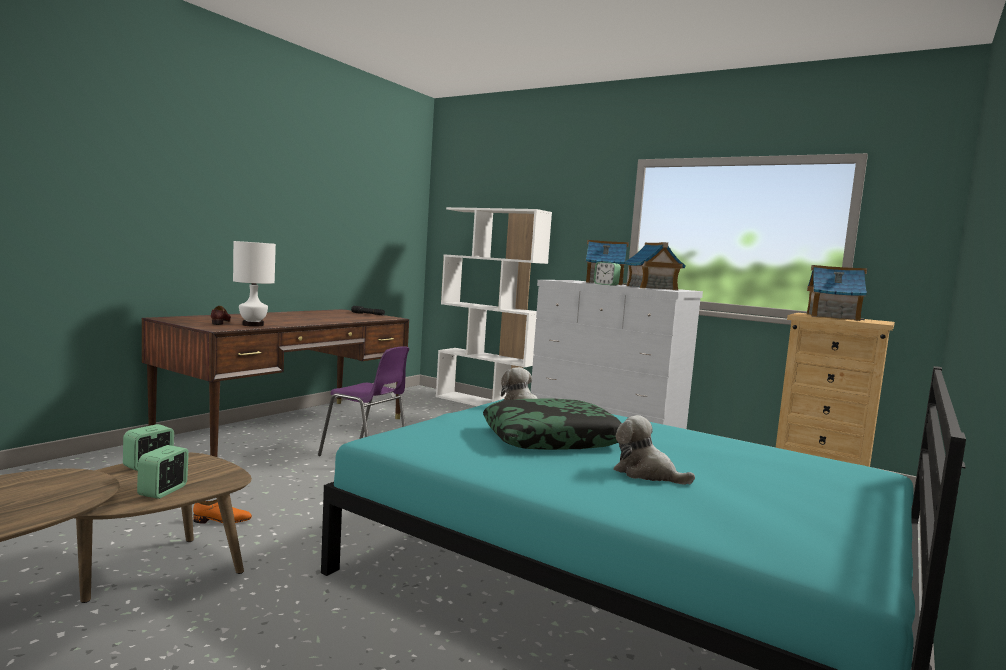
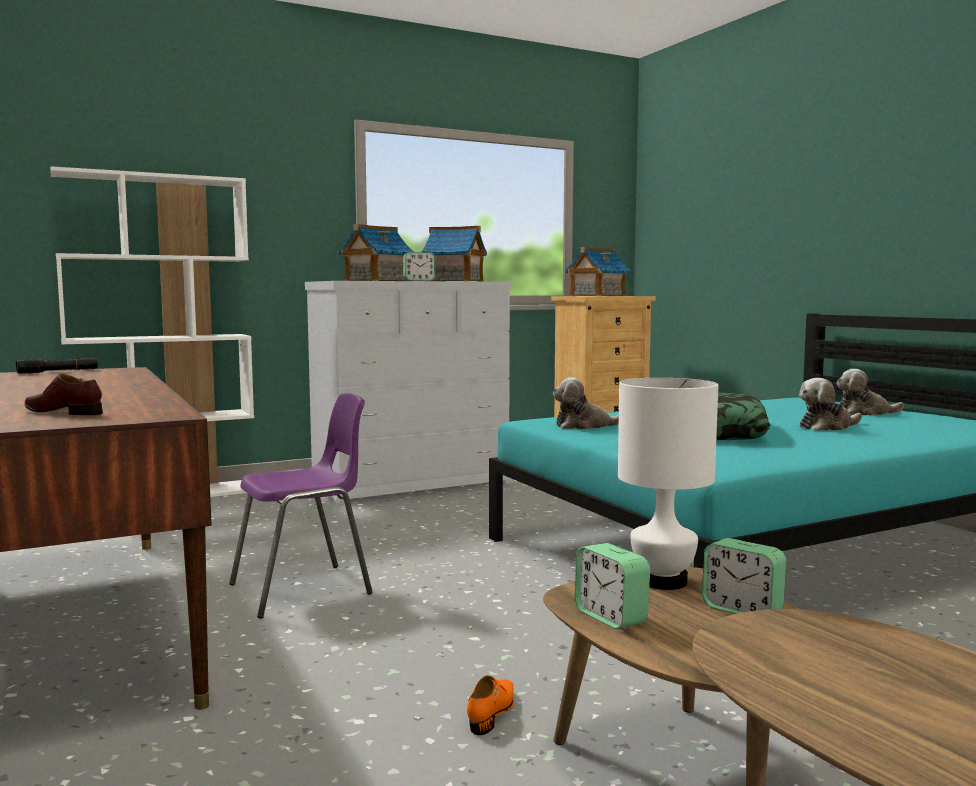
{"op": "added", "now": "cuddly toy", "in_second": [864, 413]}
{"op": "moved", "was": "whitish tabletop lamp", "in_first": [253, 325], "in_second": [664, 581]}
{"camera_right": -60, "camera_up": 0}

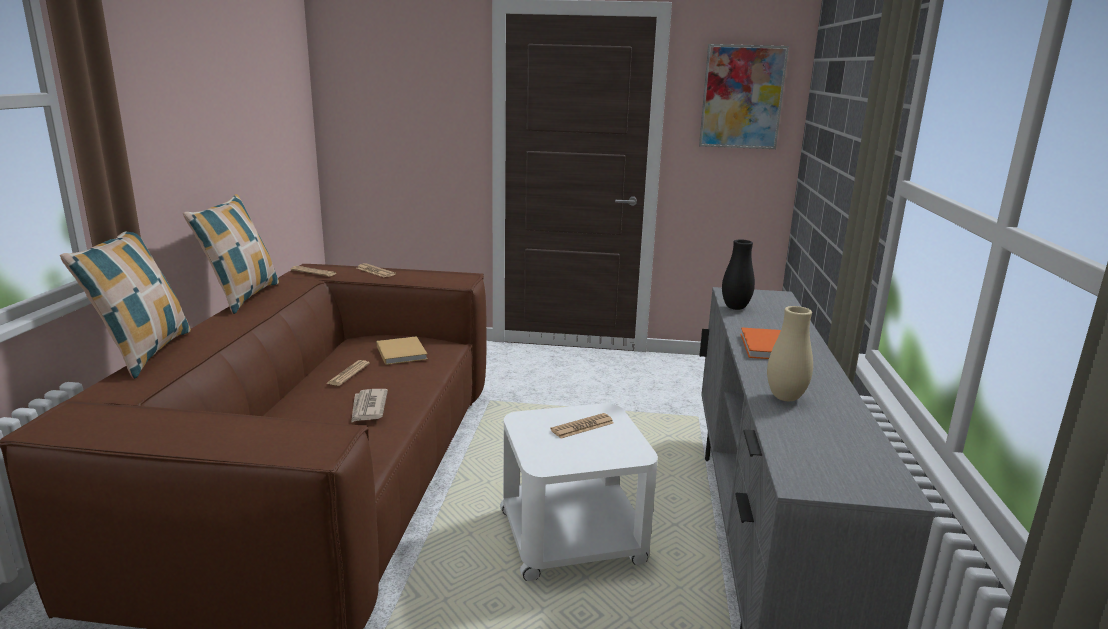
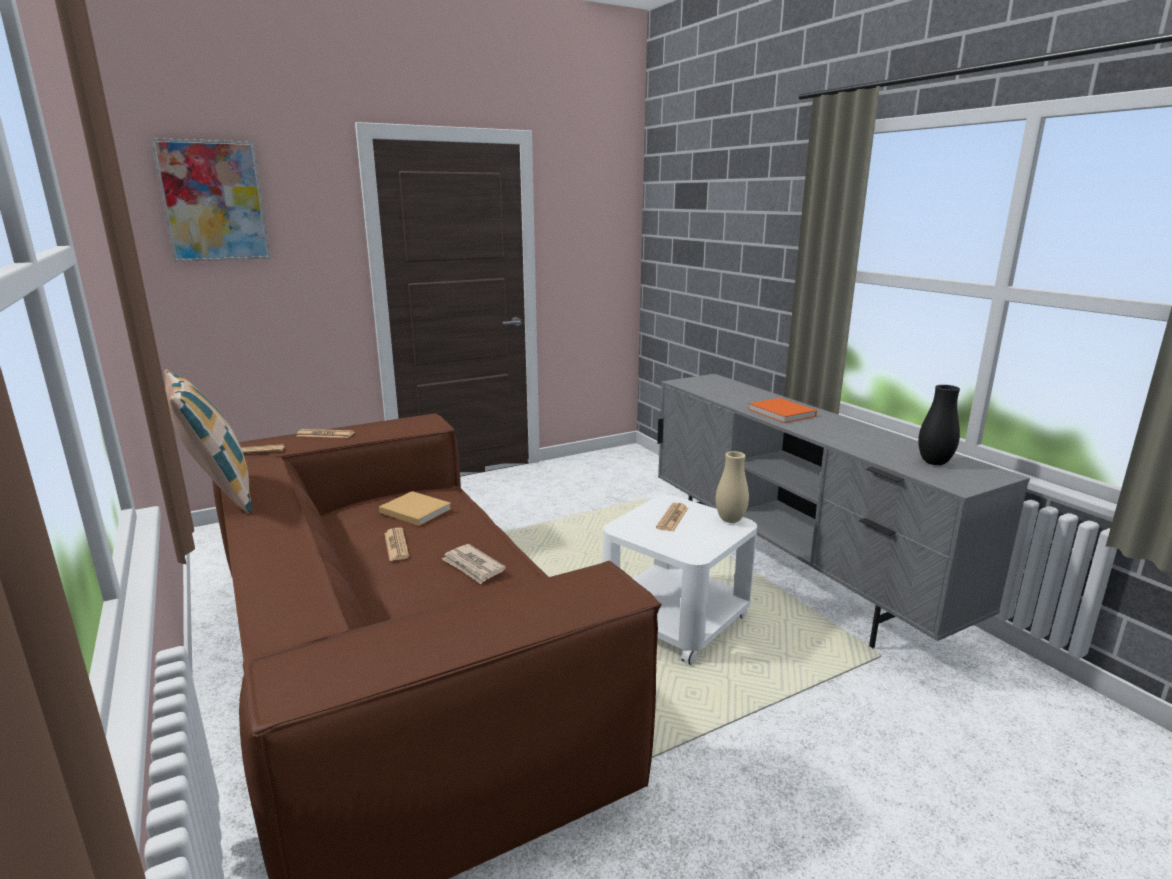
{"op": "removed", "was": "throw pillow", "in_first": [144, 353]}
{"op": "moved", "was": "wall art", "in_first": [742, 97], "in_second": [213, 201]}
{"op": "moved", "was": "blackish flower vase", "in_first": [735, 308], "in_second": [934, 463]}
{"op": "moved", "was": "beige-coloured flower vase", "in_first": [785, 397], "in_second": [730, 520]}
{"camera_right": -35, "camera_up": 0}

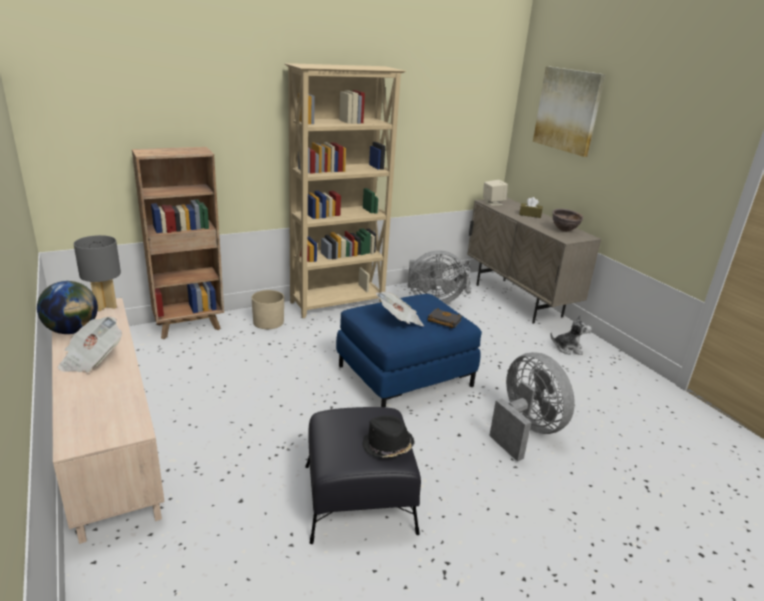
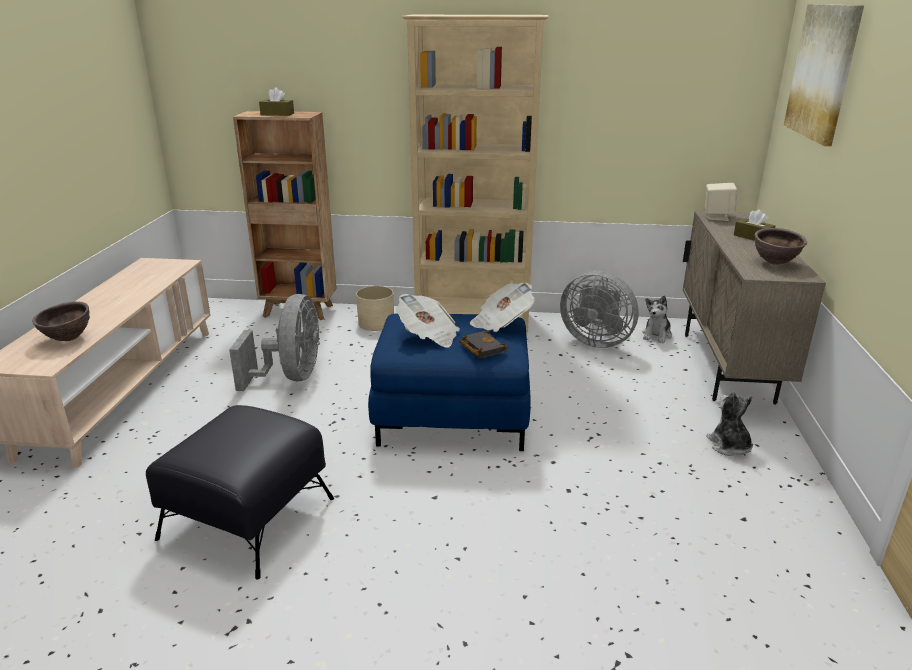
{"op": "removed", "was": "desk globe", "in_first": [72, 330]}
{"op": "removed", "was": "gray tabletop lamp", "in_first": [105, 306]}
{"op": "removed", "was": "blackish wearable hat", "in_first": [387, 446]}
{"op": "added", "now": "brown-coloured deep dish", "in_second": [68, 339]}
{"op": "added", "now": "brown-coloured tissue holder", "in_second": [277, 114]}
{"op": "moved", "was": "newspaper", "in_first": [91, 359], "in_second": [501, 322]}
{"op": "moved", "was": "gray electric fan", "in_first": [525, 430], "in_second": [291, 377]}
{"op": "turned", "was": "cuddly toy", "in_first": [568, 349], "in_second": [729, 446], "clockwise": -150}
{"camera_right": 35, "camera_up": 0}

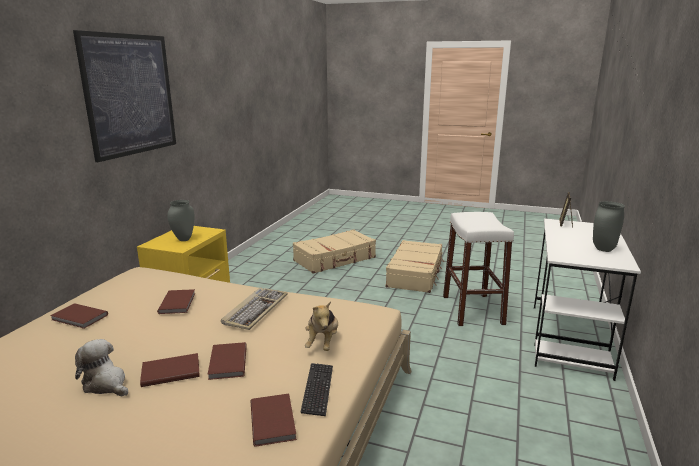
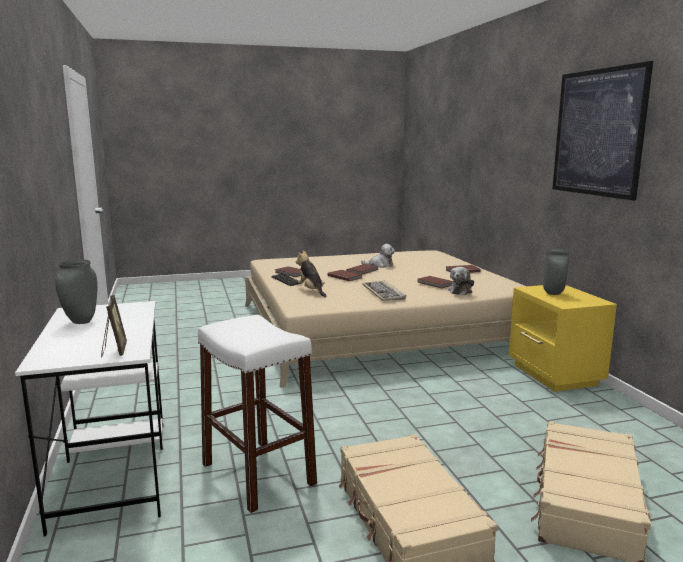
{"op": "added", "now": "cuddly toy", "in_second": [461, 291]}
{"camera_right": 145, "camera_up": -5}

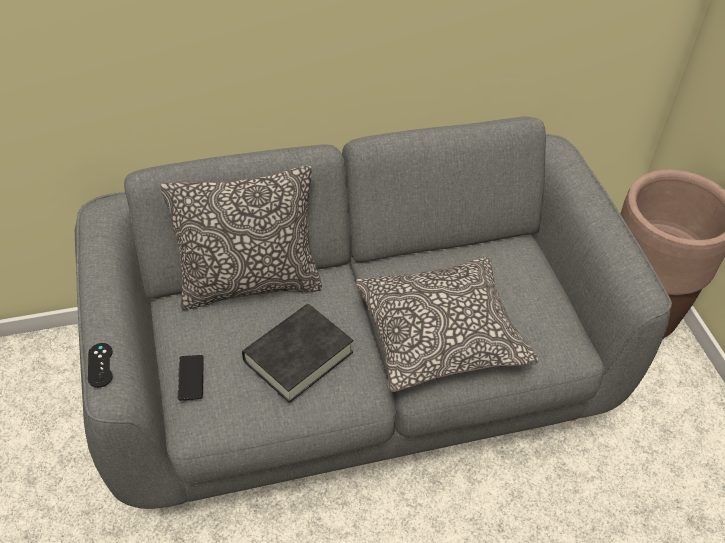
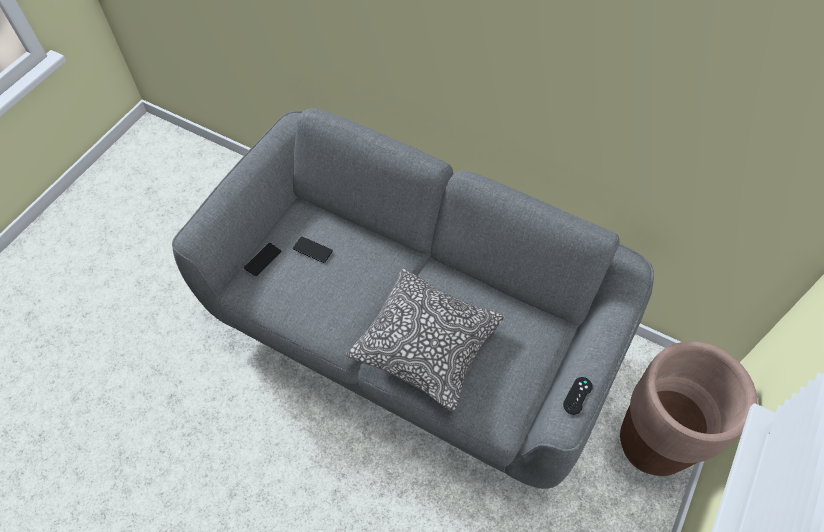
{"op": "removed", "was": "throw pillow", "in_first": [250, 284]}
{"op": "removed", "was": "blackish bound book", "in_first": [298, 357]}
{"op": "added", "now": "telephone", "in_second": [312, 250]}
{"op": "moved", "was": "blackish joypad", "in_first": [100, 365], "in_second": [577, 395]}
{"camera_right": 45, "camera_up": 10}

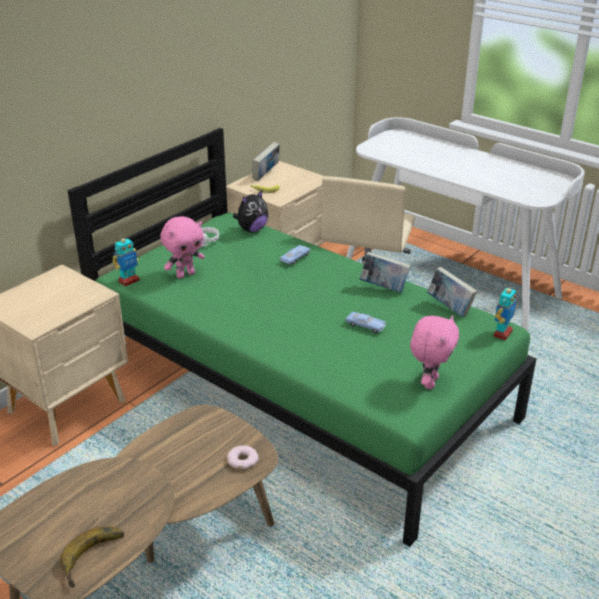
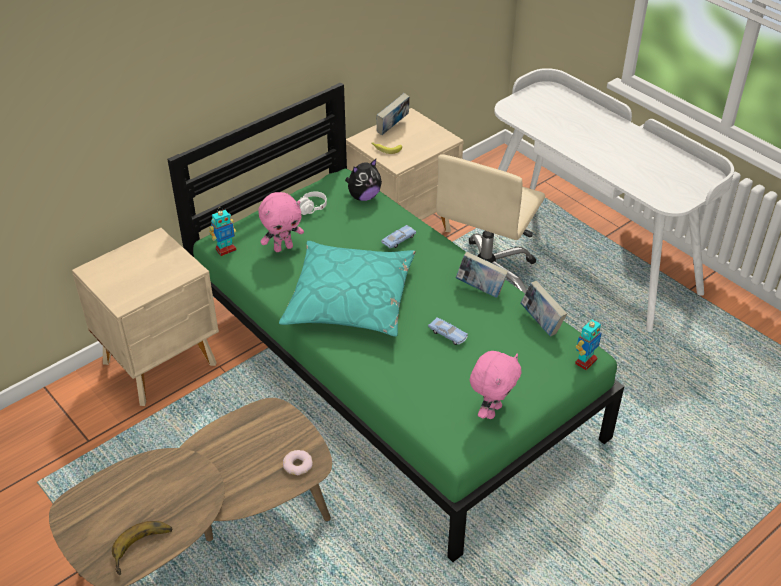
{"op": "added", "now": "blue-green throw pillow", "in_second": [350, 299]}
{"camera_right": 10, "camera_up": 10}

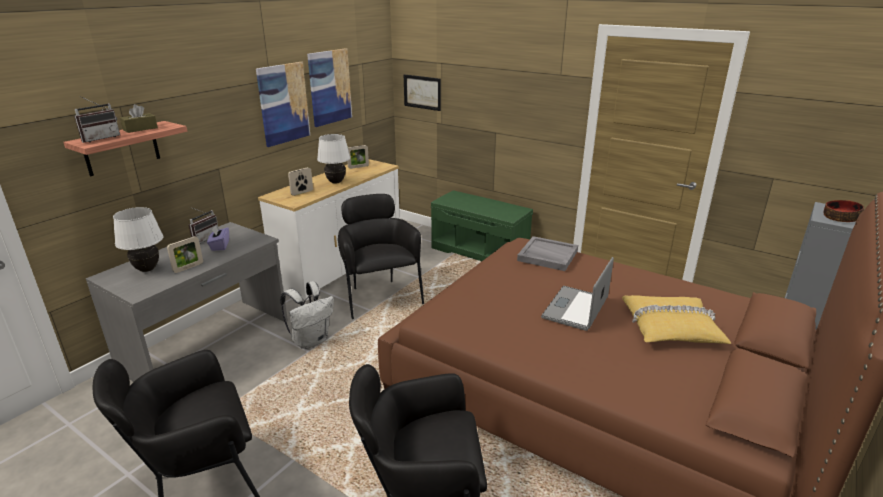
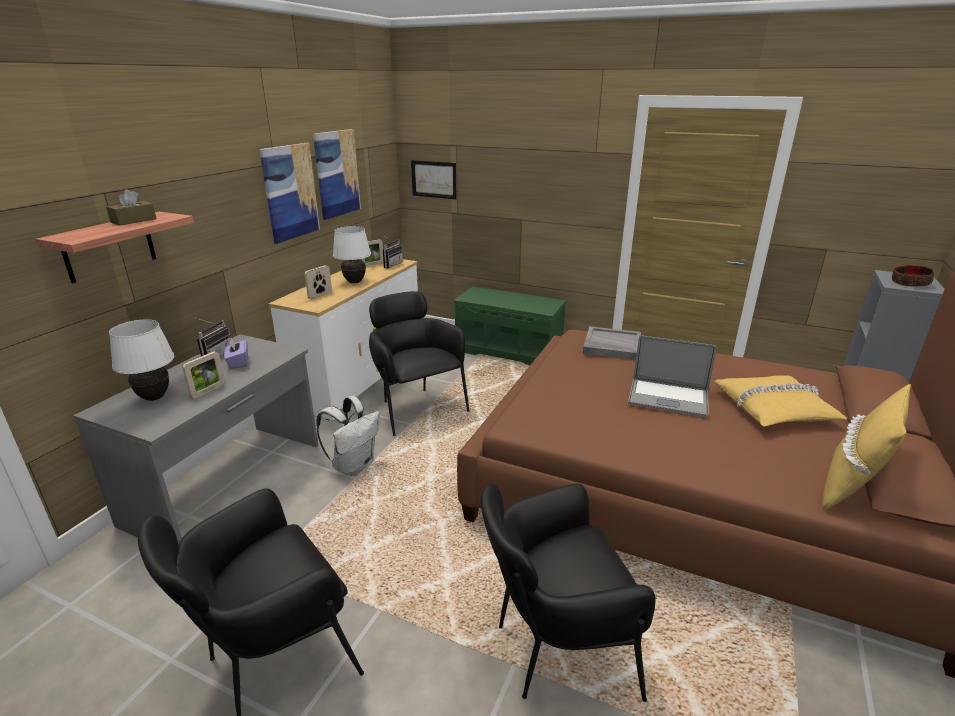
{"op": "added", "now": "yellowish throw pillow", "in_second": [851, 488]}
{"op": "moved", "was": "radio receiver", "in_first": [100, 138], "in_second": [391, 265]}
{"op": "turned", "was": "laptop", "in_first": [575, 308], "in_second": [668, 398], "clockwise": -90}
{"camera_right": -10, "camera_up": 0}

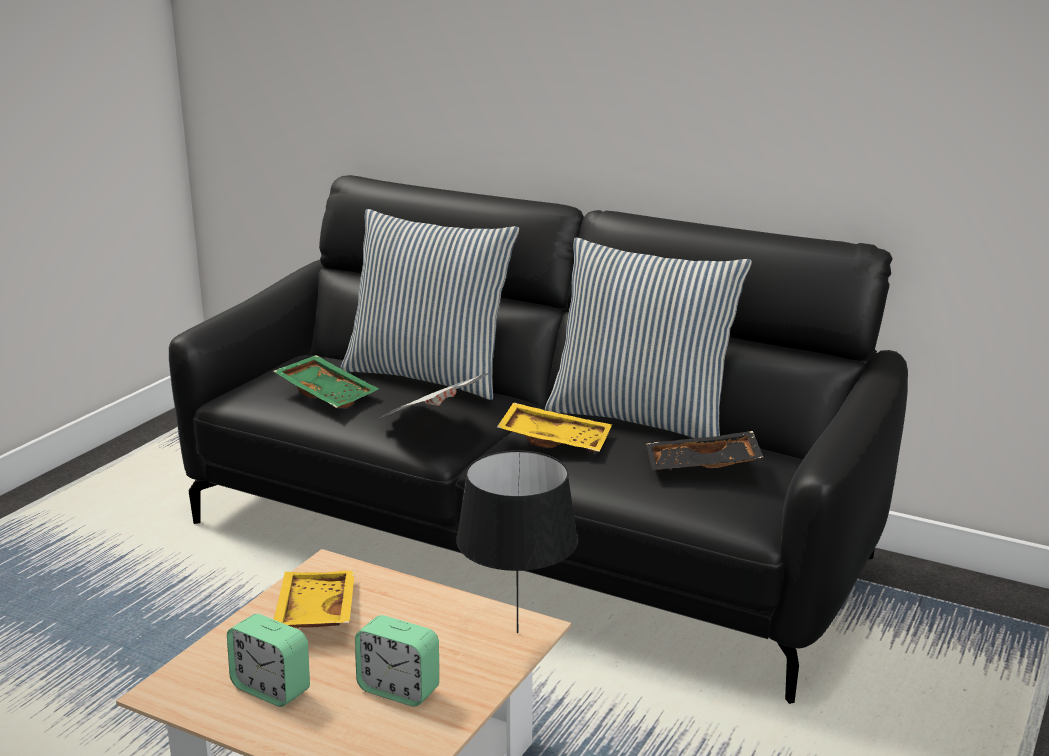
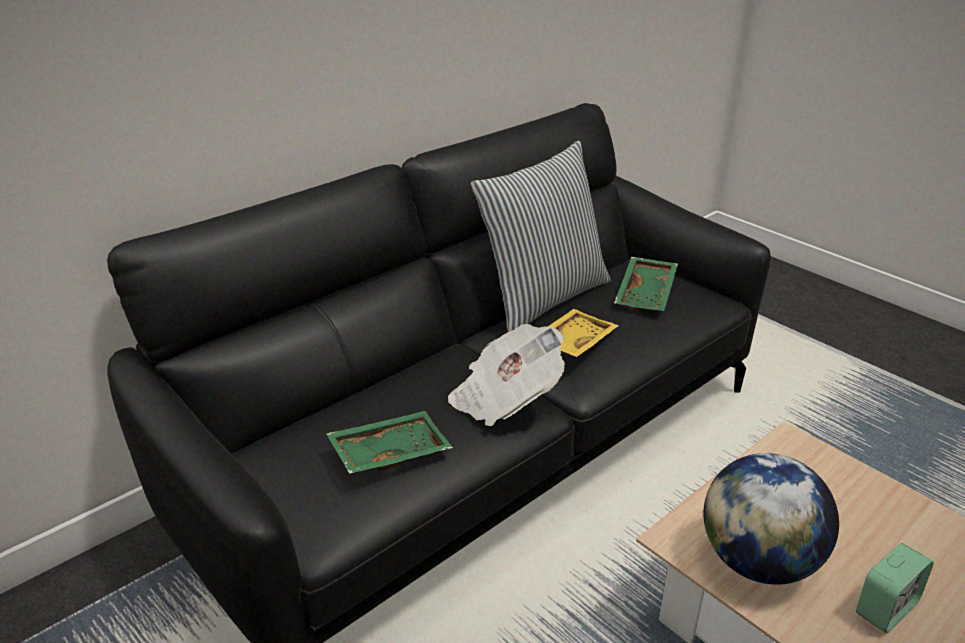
{"op": "removed", "was": "throw pillow", "in_first": [429, 376]}
{"op": "removed", "was": "bedside clock", "in_first": [399, 689]}
{"op": "removed", "was": "blackish tabletop lamp", "in_first": [519, 632]}
{"op": "replaced", "was": "yellowish serving tray", "now": "desk globe", "in_first": [314, 613], "in_second": [757, 561]}
{"op": "recoloured", "was": "blackish serving tray", "now": "green-coloured serving tray", "in_first": [702, 466], "in_second": [647, 294]}
{"camera_right": -70, "camera_up": 10}

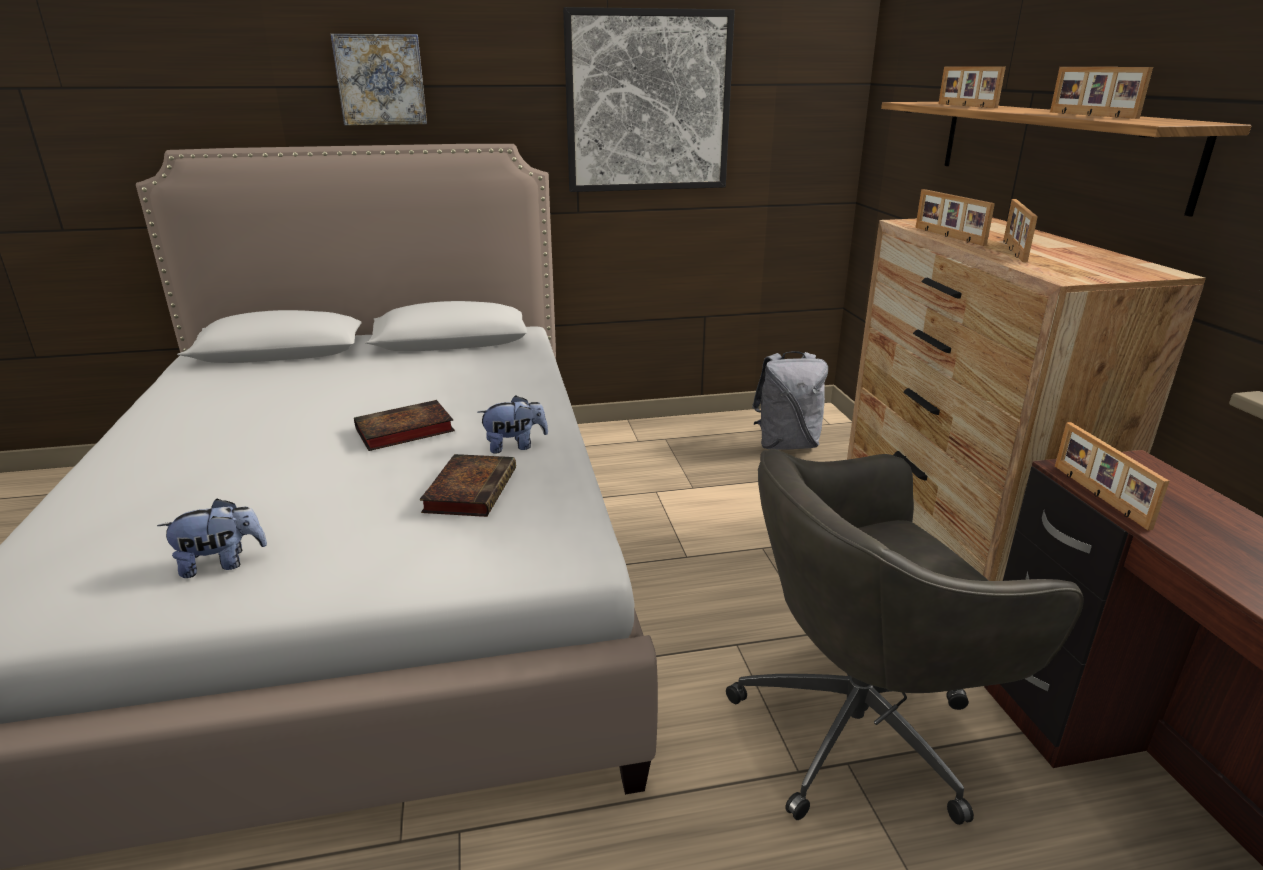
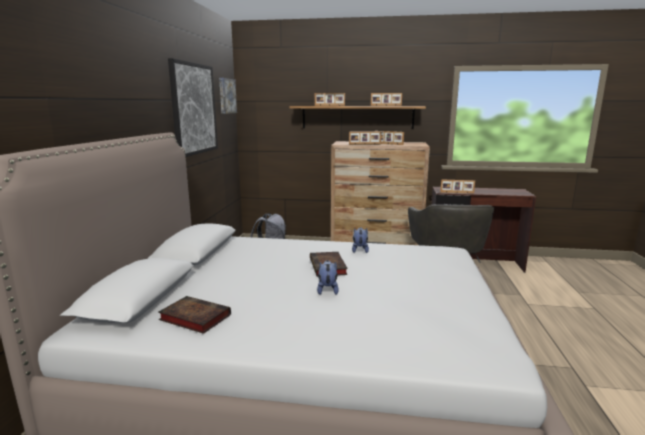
{"op": "moved", "was": "cuddly toy", "in_first": [221, 563], "in_second": [327, 289]}
{"op": "moved", "was": "wall art", "in_first": [381, 80], "in_second": [226, 96]}
{"op": "moved", "was": "bound book", "in_first": [470, 489], "in_second": [193, 317]}
{"camera_right": -70, "camera_up": -10}

